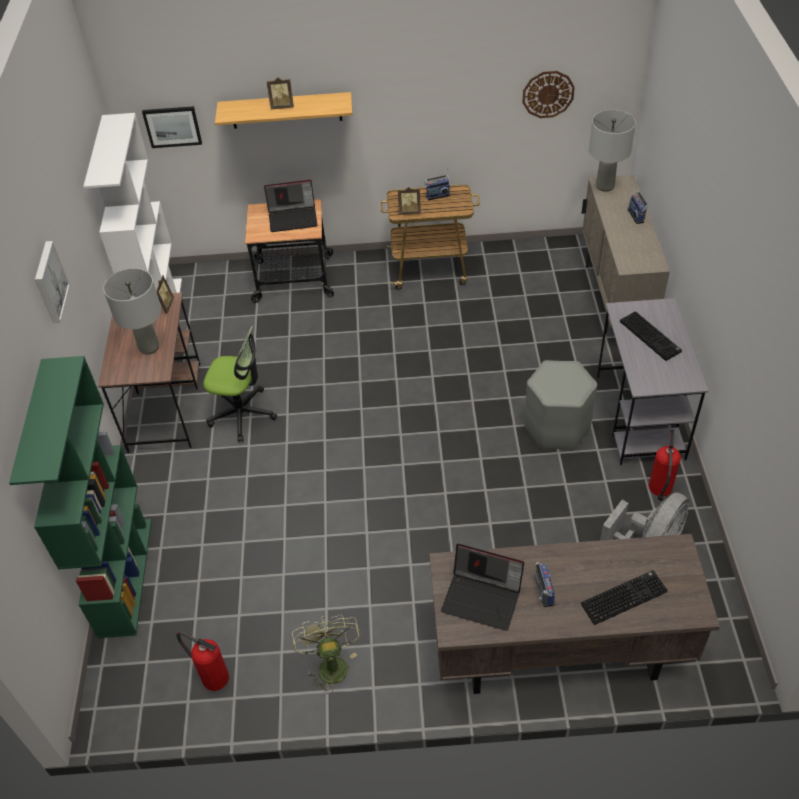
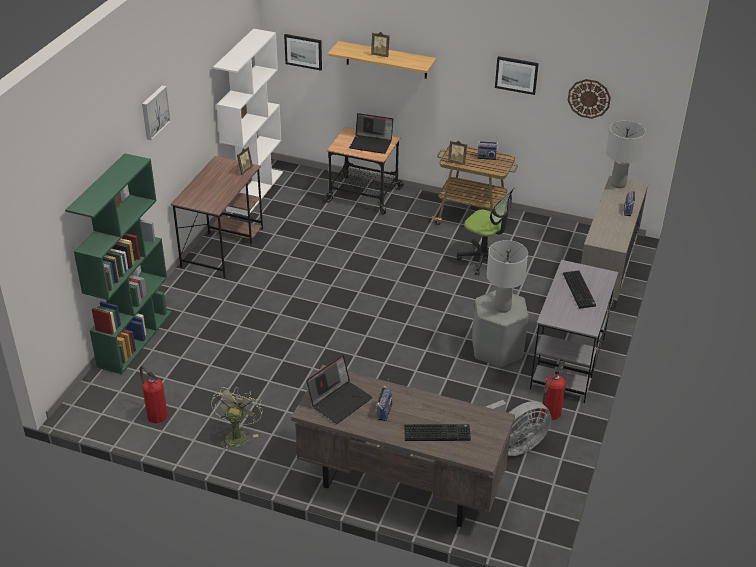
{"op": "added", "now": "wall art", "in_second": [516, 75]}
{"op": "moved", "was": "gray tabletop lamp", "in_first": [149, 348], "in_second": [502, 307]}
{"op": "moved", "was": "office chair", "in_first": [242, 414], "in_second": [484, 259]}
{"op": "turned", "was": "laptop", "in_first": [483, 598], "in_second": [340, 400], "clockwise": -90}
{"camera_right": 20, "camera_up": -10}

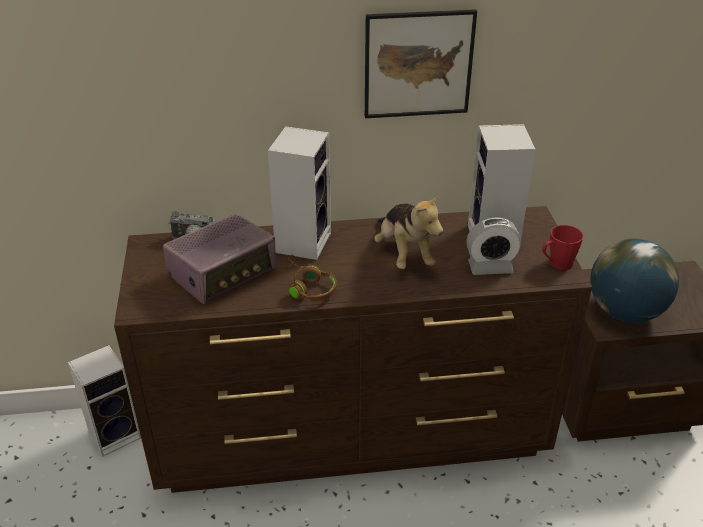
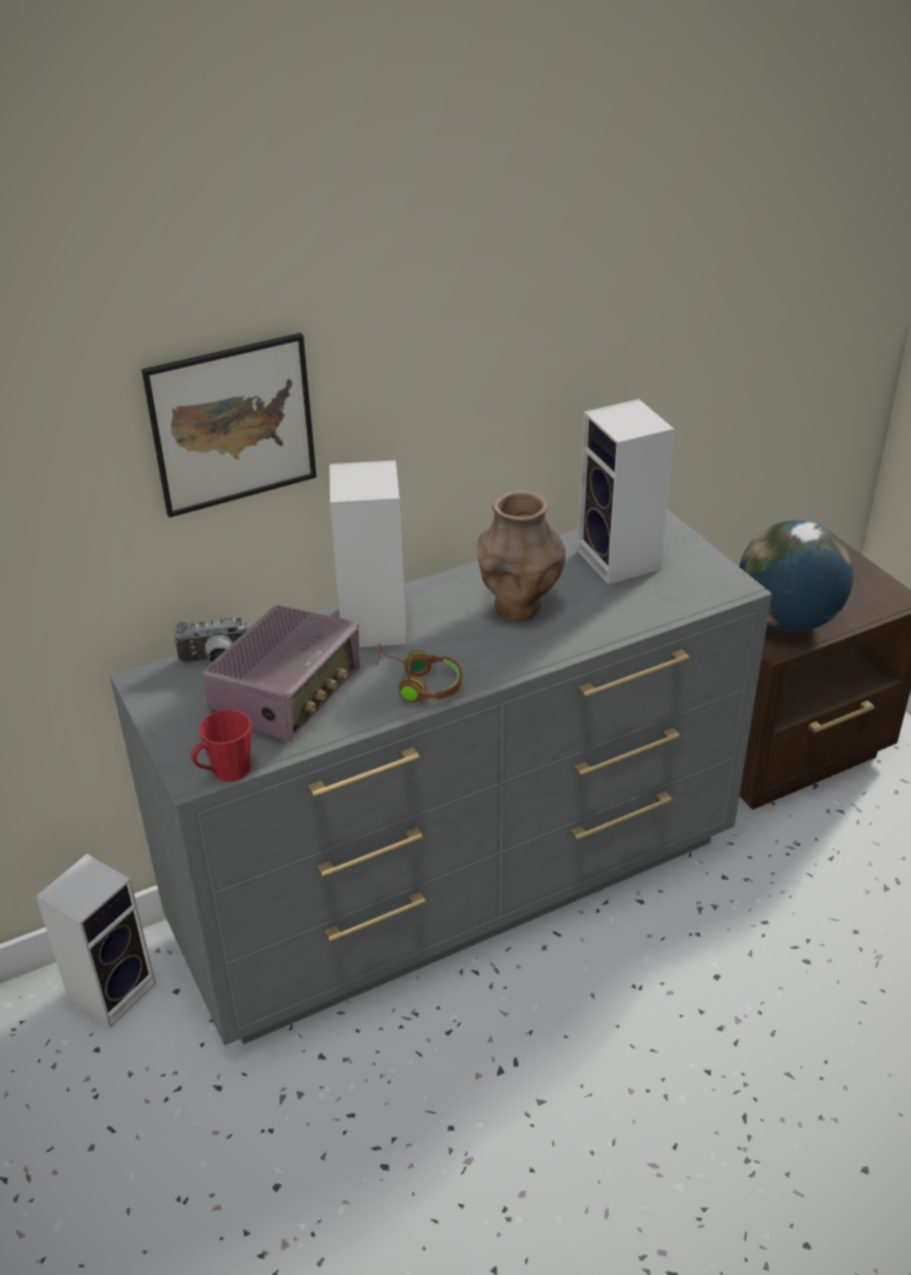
{"op": "removed", "was": "bedside clock", "in_first": [490, 267]}
{"op": "moved", "was": "wall art", "in_first": [418, 64], "in_second": [232, 424]}
{"op": "moved", "was": "red coffee mug", "in_first": [557, 264], "in_second": [225, 773]}
{"op": "replaced", "was": "cuddly toy", "now": "brown-coloured flower vase", "in_first": [404, 254], "in_second": [518, 608]}
{"op": "recoloured", "was": "brown-coloured chest of drawers", "now": "gray chest of drawers", "in_first": [353, 434], "in_second": [461, 886]}
{"camera_right": -20, "camera_up": 0}

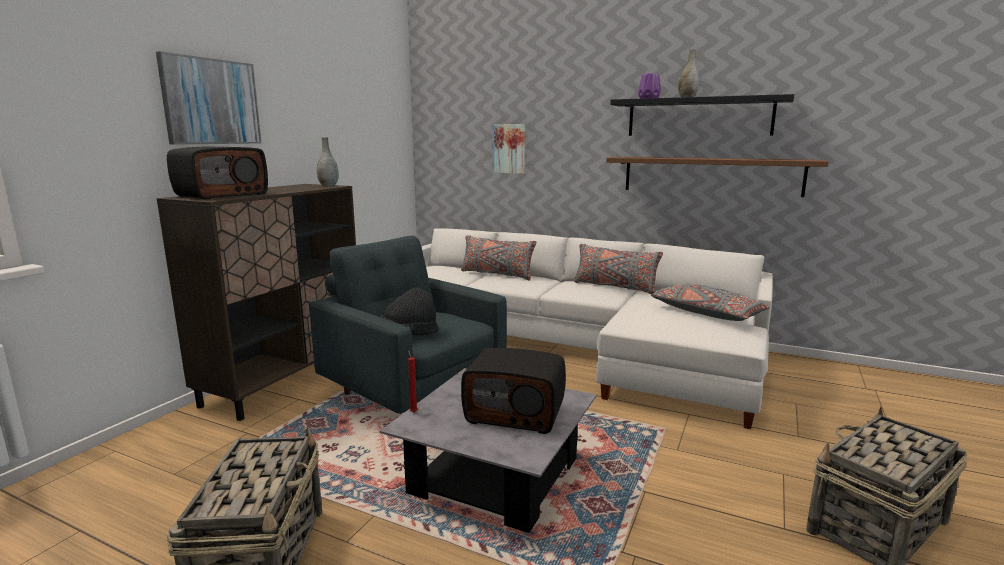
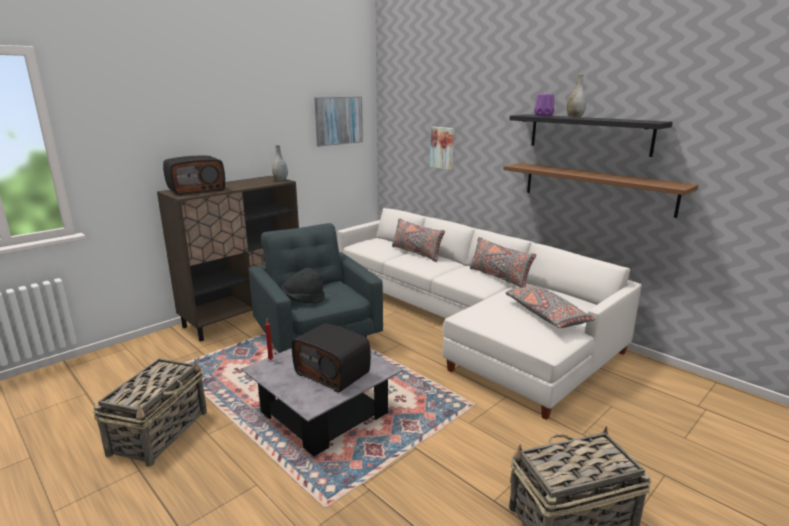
{"op": "moved", "was": "wall art", "in_first": [211, 102], "in_second": [338, 120]}
{"camera_right": 20, "camera_up": 5}

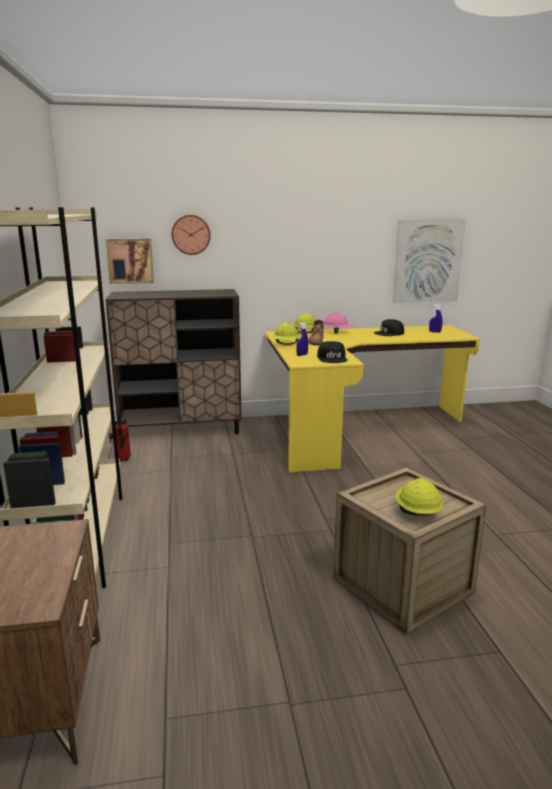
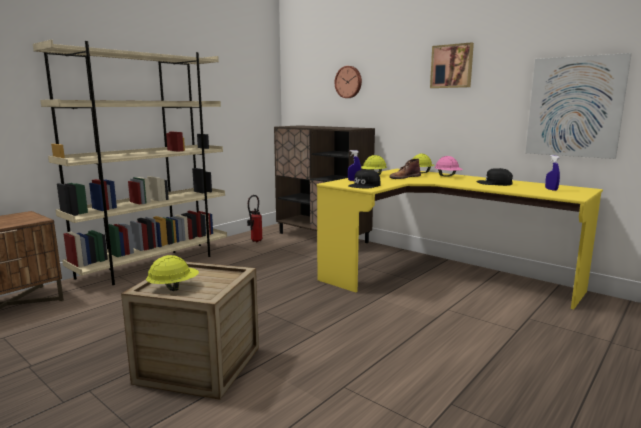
{"op": "moved", "was": "wall art", "in_first": [130, 260], "in_second": [452, 66]}
{"camera_right": 50, "camera_up": -5}

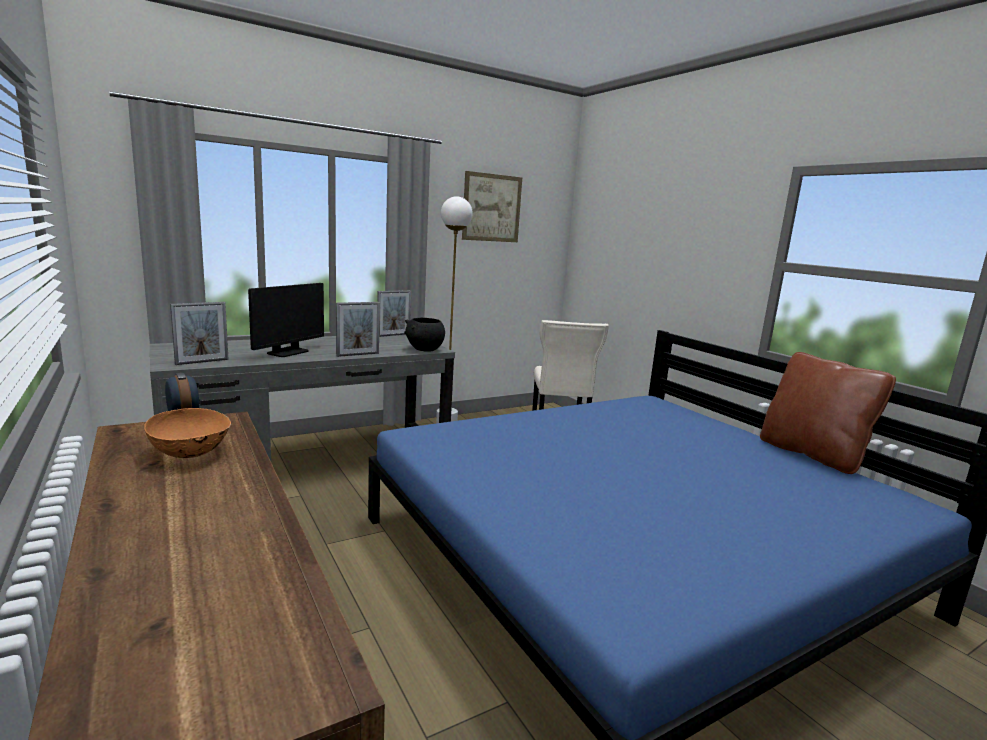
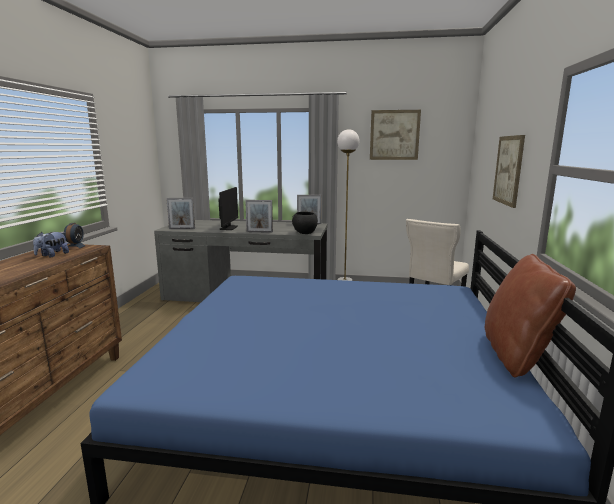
{"op": "added", "now": "wall art", "in_second": [508, 170]}
{"op": "replaced", "was": "orange-coloured deep dish", "now": "cuddly toy", "in_first": [191, 453], "in_second": [52, 255]}
{"op": "turned", "was": "monitor", "in_first": [288, 352], "in_second": [228, 228], "clockwise": -60}
{"camera_right": 40, "camera_up": 0}

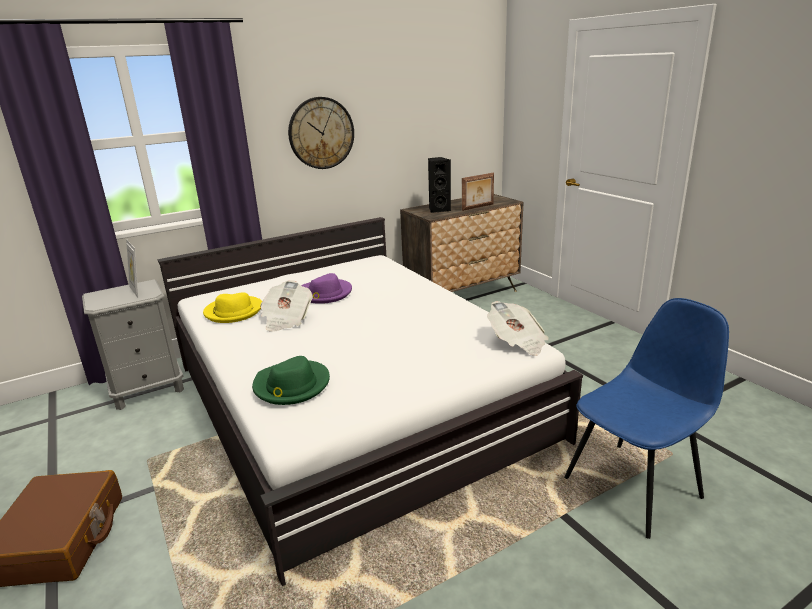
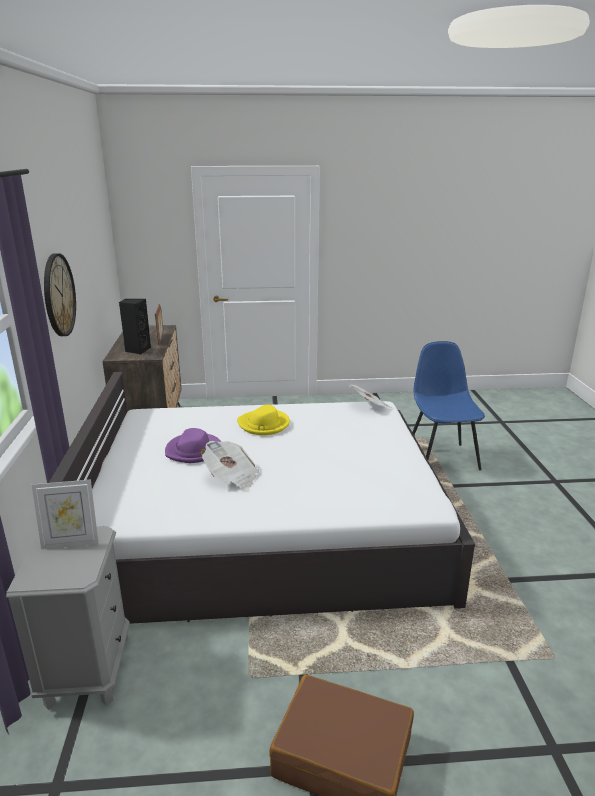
{"op": "removed", "was": "green-coloured wearable hat", "in_first": [291, 386]}
{"op": "moved", "was": "yellowish wearable hat", "in_first": [233, 312], "in_second": [264, 424]}
{"camera_right": -65, "camera_up": 0}

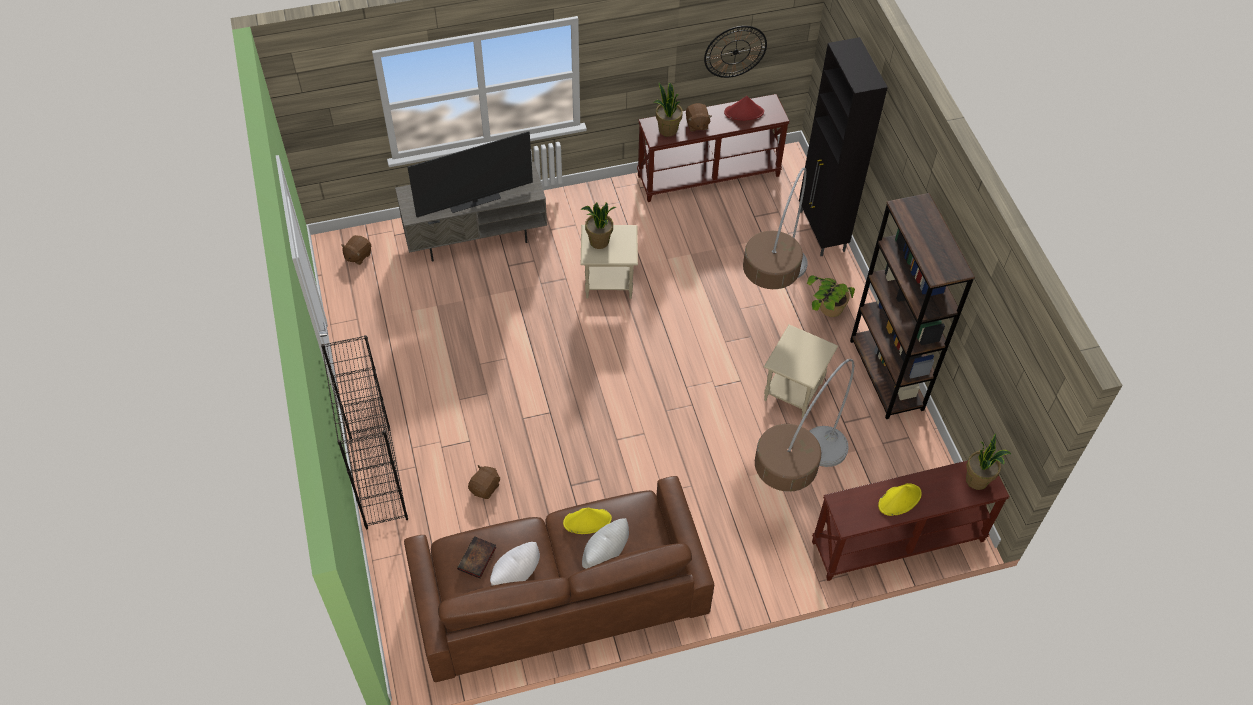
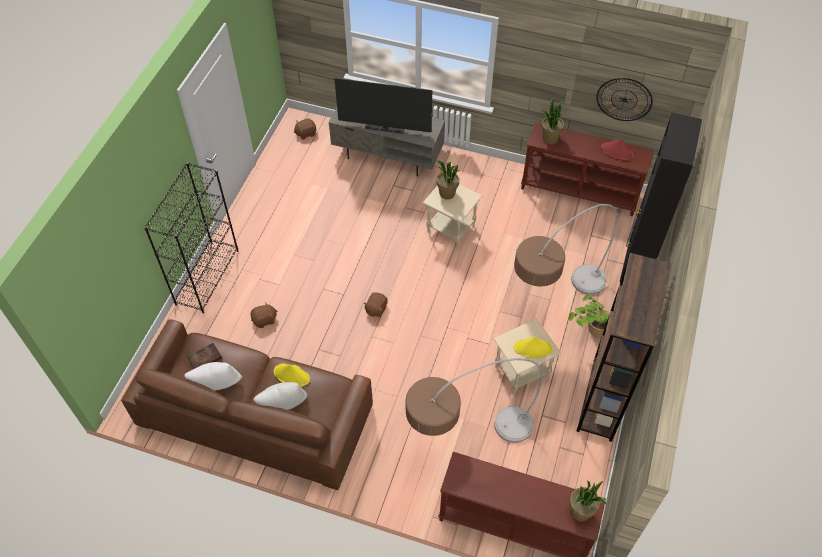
{"op": "moved", "was": "brown-coloured cuddly toy", "in_first": [697, 124], "in_second": [376, 309]}
{"op": "moved", "was": "yellowish wearable hat", "in_first": [899, 499], "in_second": [533, 348]}
{"camera_right": 35, "camera_up": 0}

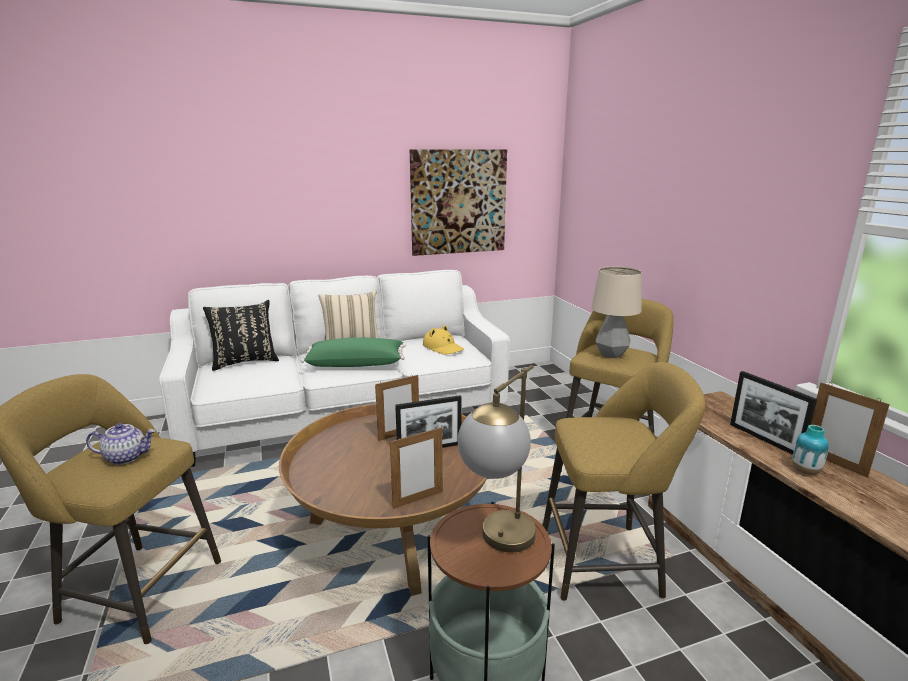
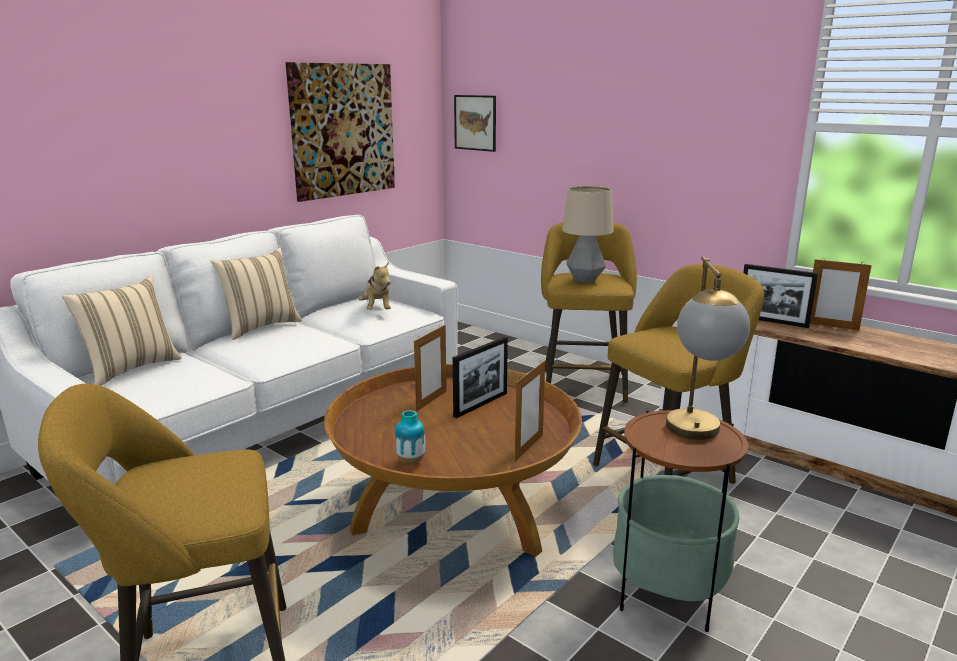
{"op": "removed", "was": "tea pot", "in_first": [126, 457]}
{"op": "removed", "was": "green-coloured throw pillow", "in_first": [356, 363]}
{"op": "added", "now": "wall art", "in_second": [475, 122]}
{"op": "moved", "was": "flower vase", "in_first": [805, 471], "in_second": [411, 461]}
{"op": "replaced", "was": "yellowish wearable hat", "now": "cuddly toy", "in_first": [443, 348], "in_second": [377, 309]}
{"op": "recoloured", "was": "blackish throw pillow", "now": "beige-coloured throw pillow", "in_first": [245, 362], "in_second": [131, 369]}
{"camera_right": -30, "camera_up": 0}

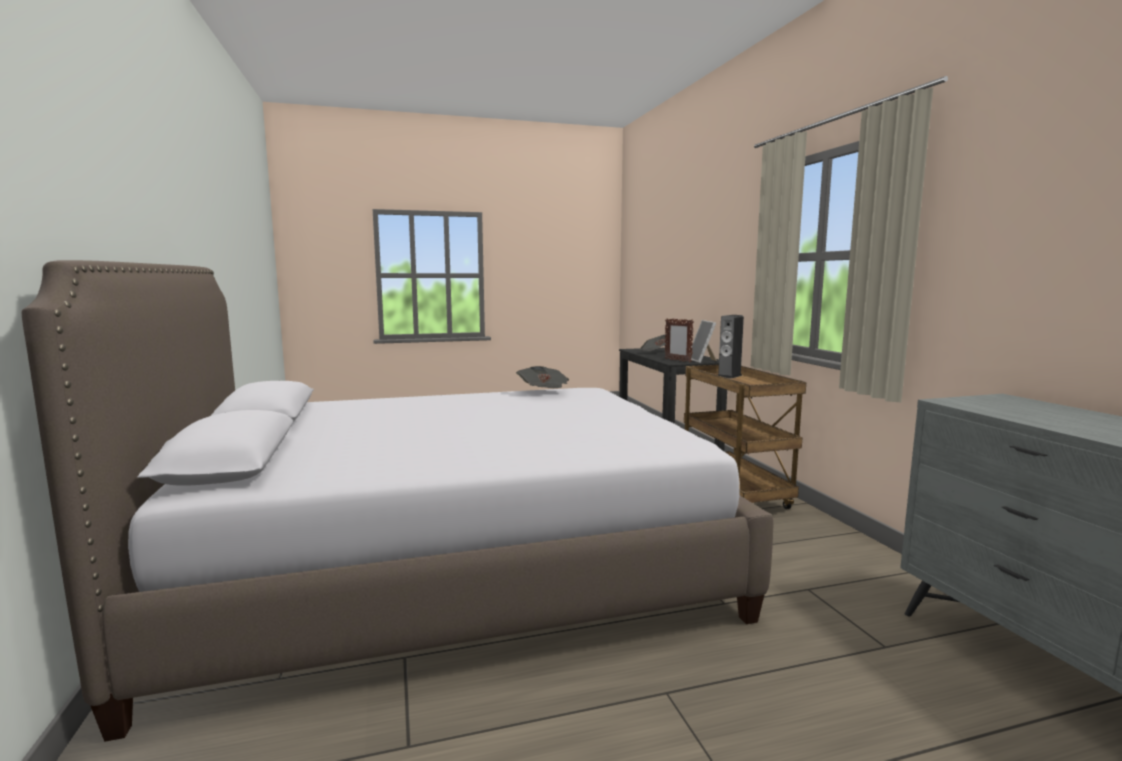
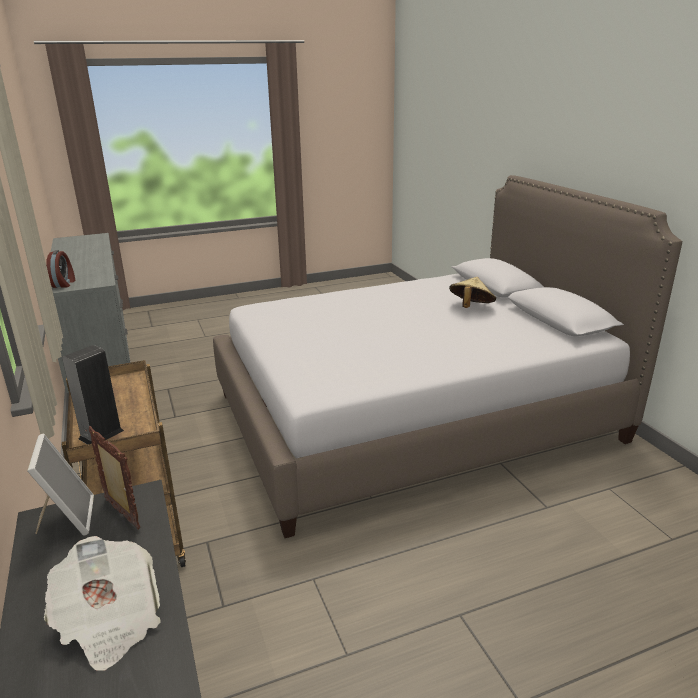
{"op": "removed", "was": "newspaper", "in_first": [544, 392]}
{"op": "added", "now": "bedside clock", "in_second": [64, 284]}
{"op": "added", "now": "beige-coloured wearable hat", "in_second": [470, 307]}
{"camera_right": 175, "camera_up": 15}

